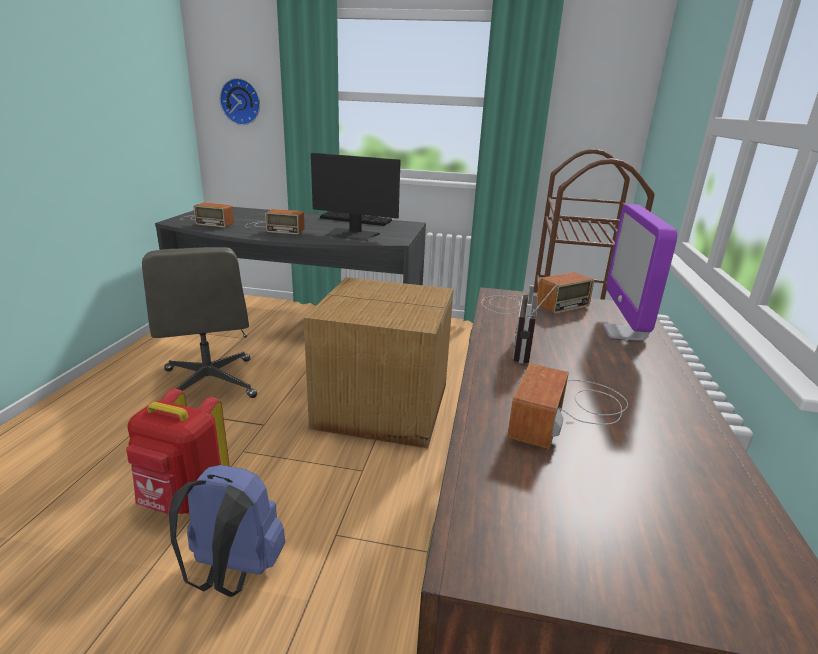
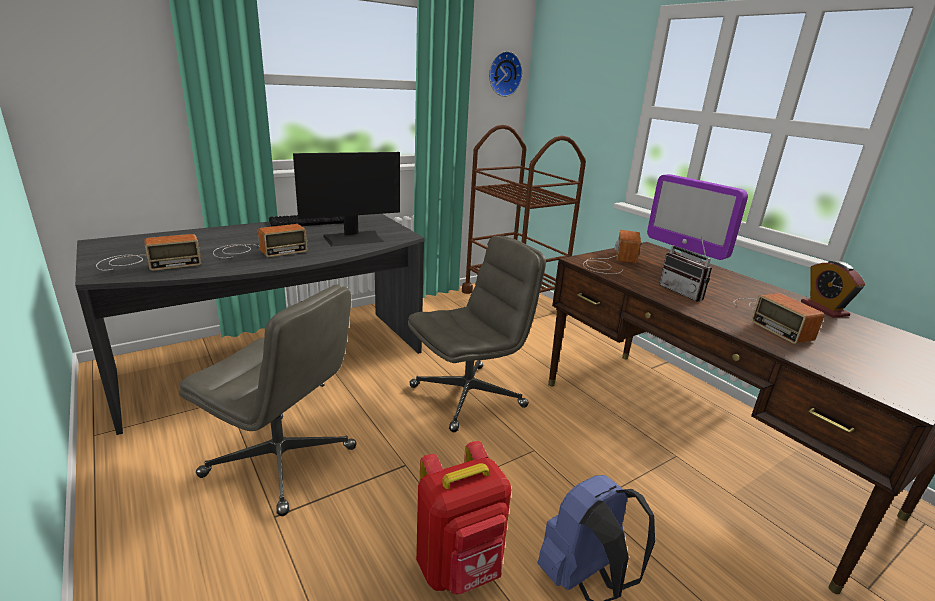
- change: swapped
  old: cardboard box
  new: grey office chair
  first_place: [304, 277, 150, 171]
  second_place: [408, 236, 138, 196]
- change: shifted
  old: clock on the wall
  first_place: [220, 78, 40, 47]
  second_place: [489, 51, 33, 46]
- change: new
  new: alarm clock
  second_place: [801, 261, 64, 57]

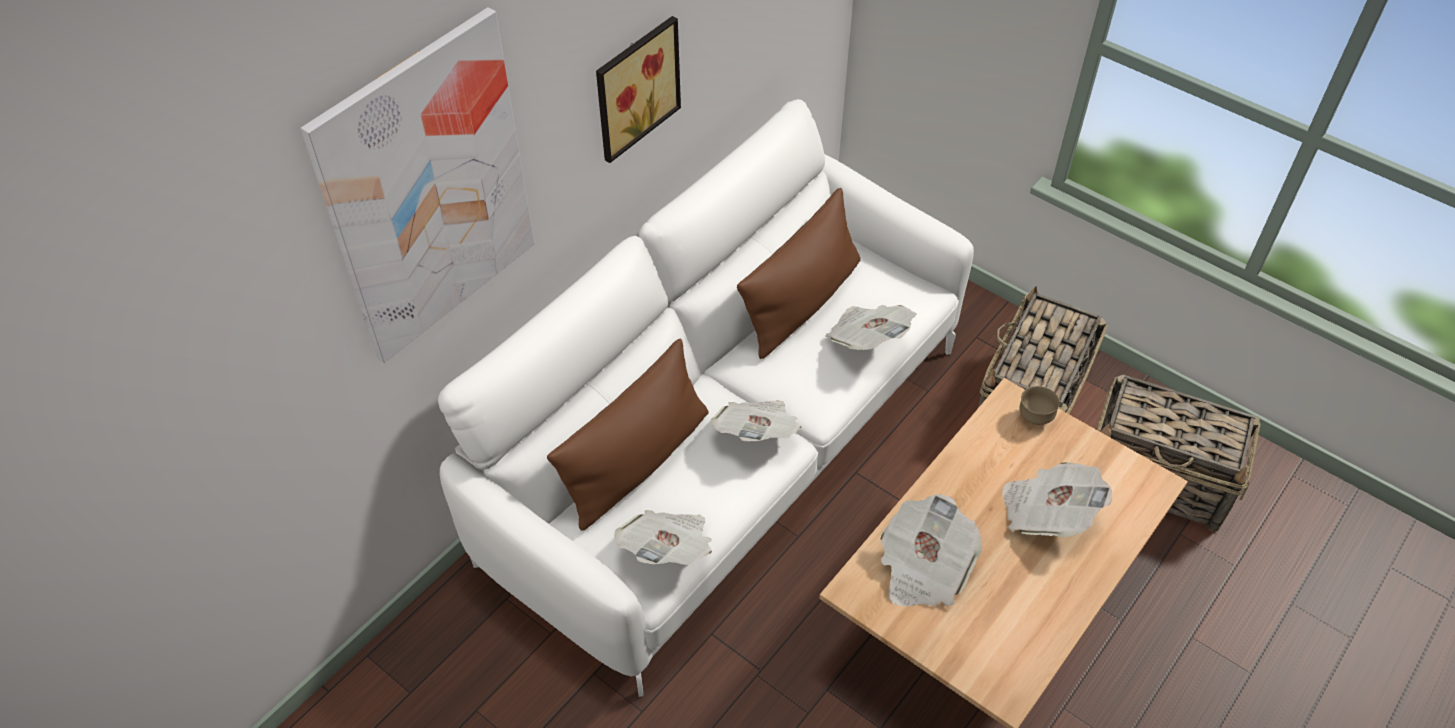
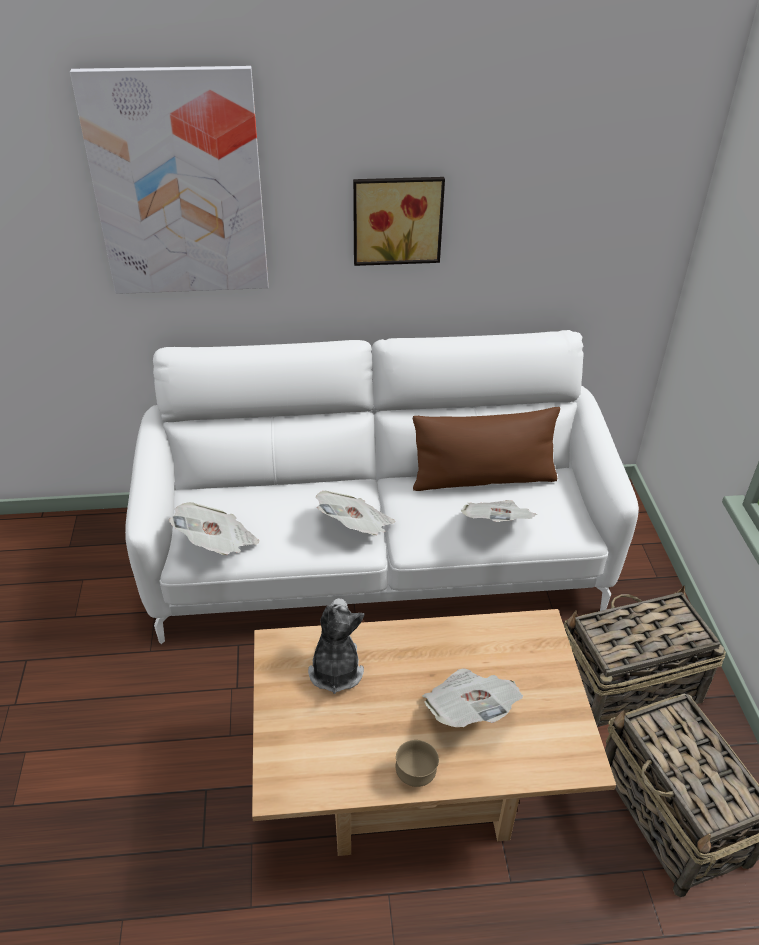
- change: swapped
  old: newspaper
  new: soft toy
  first_place: [881, 494, 101, 112]
  second_place: [308, 598, 57, 96]
- change: shifted
  old: brown-coloured bowl
  first_place: [1019, 386, 41, 39]
  second_place: [395, 740, 44, 47]
- change: gone
  old: brown-coloured pillow
  first_place: [547, 339, 161, 192]

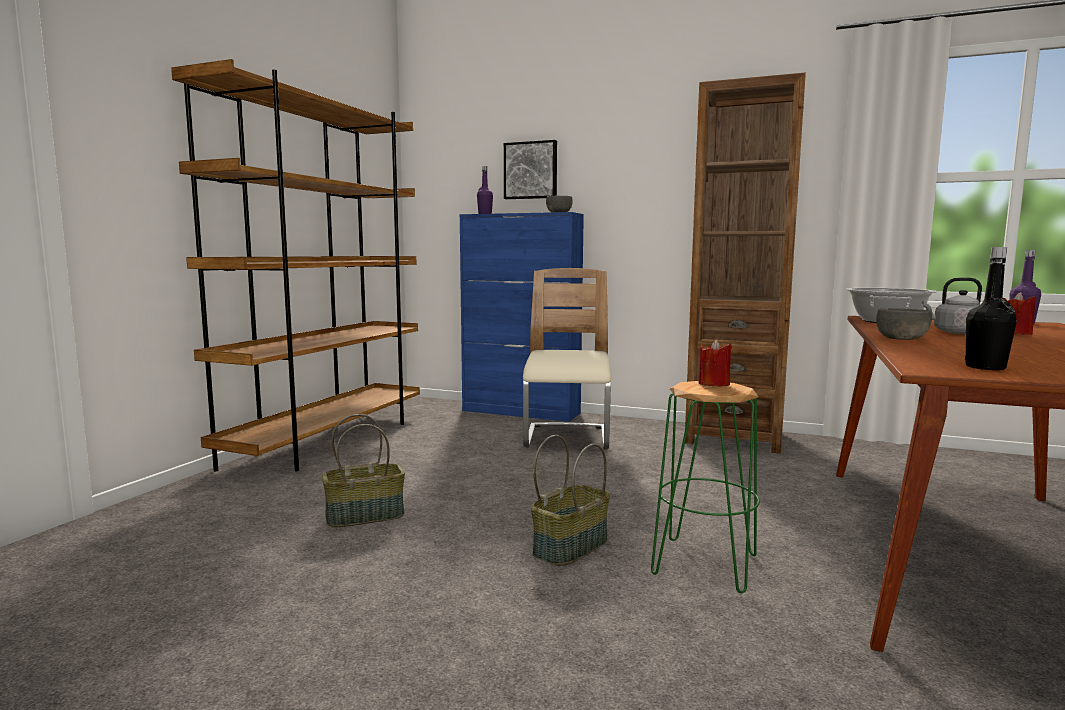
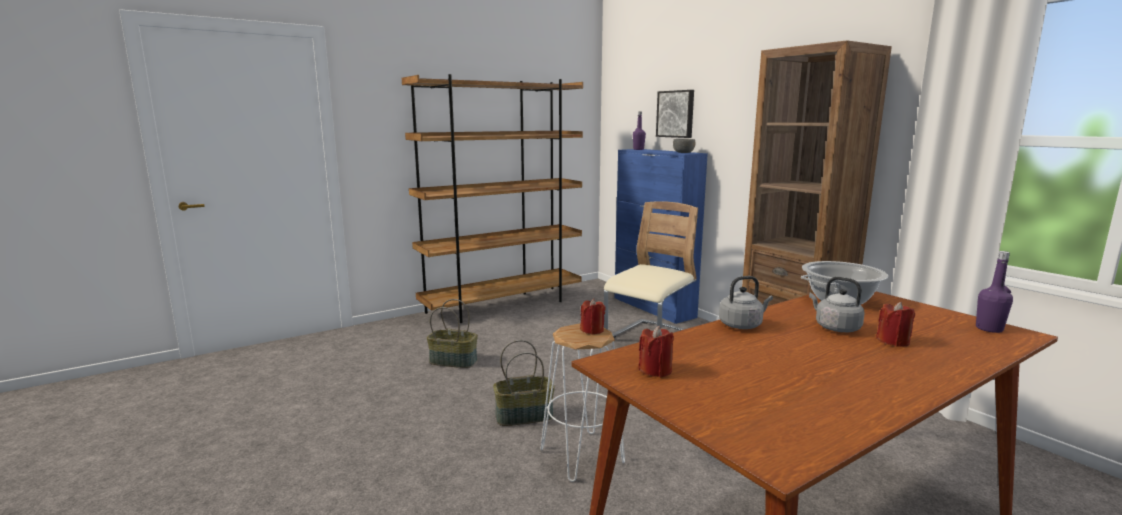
- change: repainted
  old: greenish stool seat
  new: white stool seat
  first_place: [651, 381, 109, 212]
  second_place: [540, 324, 85, 158]
- change: swapped
  old: black beverage bottle
  new: reddish wax candle
  first_place: [965, 247, 52, 123]
  second_place: [638, 326, 36, 51]
- change: swapped
  old: grey bowl
  new: grey water kettle
  first_place: [876, 308, 56, 32]
  second_place: [719, 276, 54, 53]

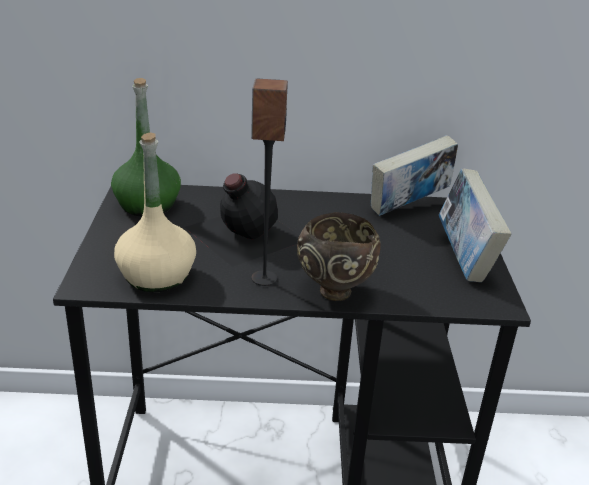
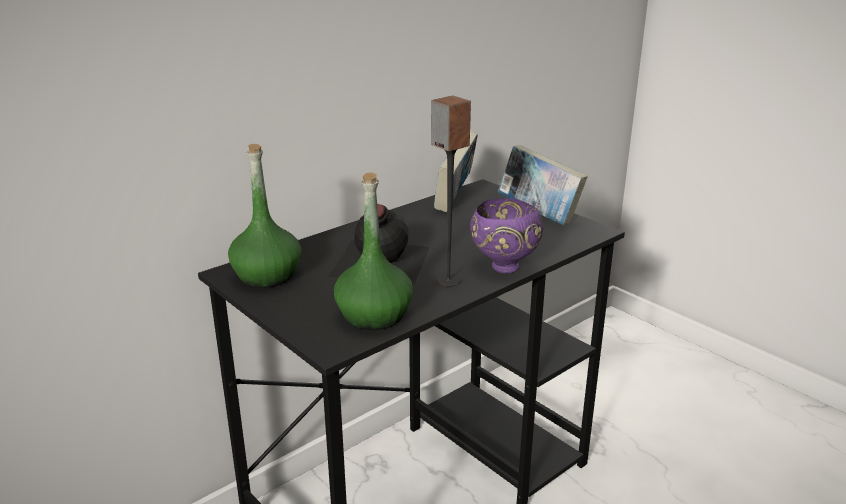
- change: repainted
  old: sand-coloured beverage bottle
  new: greenish beverage bottle
  first_place: [114, 132, 82, 160]
  second_place: [334, 172, 79, 158]
- change: repainted
  old: brown-coloured bowl
  new: purplish bowl
  first_place: [297, 212, 84, 89]
  second_place: [470, 198, 73, 76]

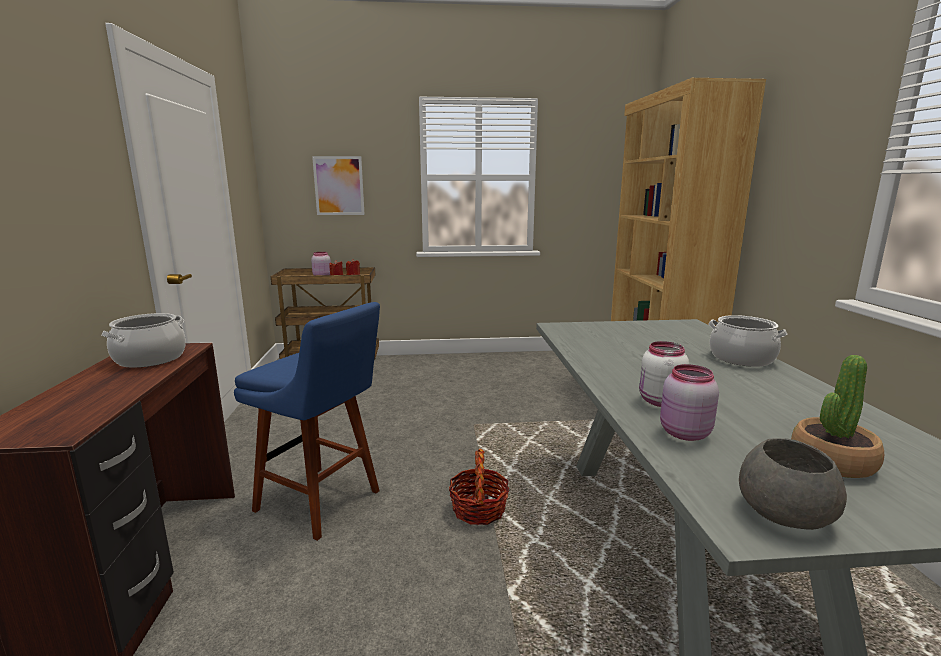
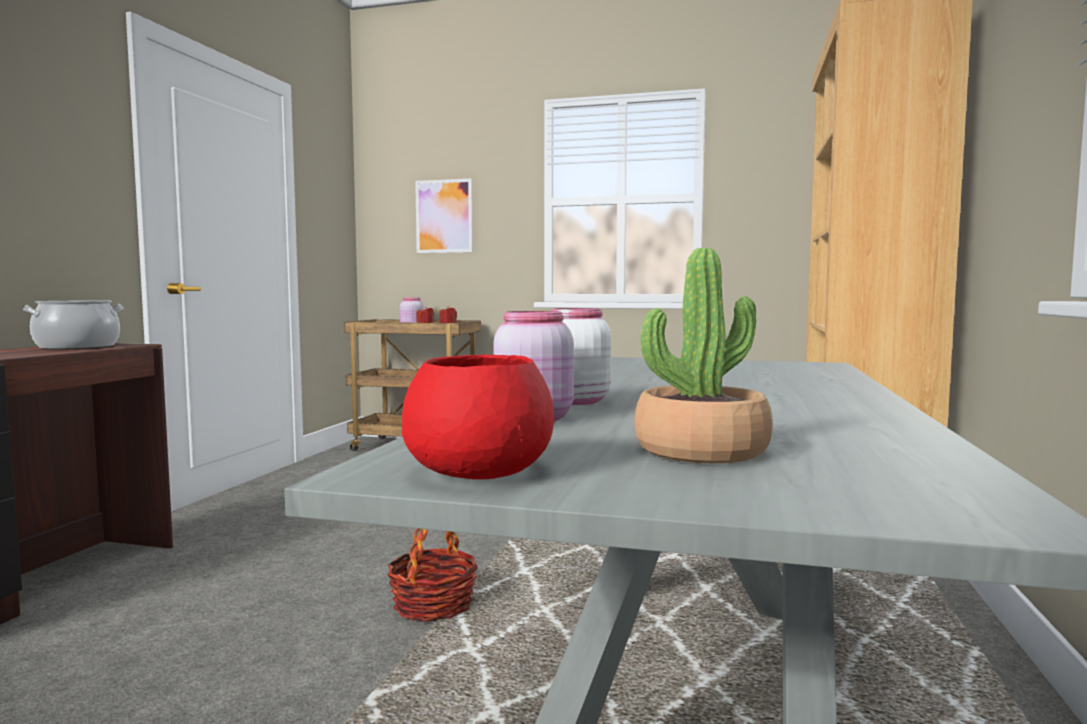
- change: repainted
  old: grey bowl
  new: reddish bowl
  first_place: [739, 438, 108, 92]
  second_place: [402, 354, 152, 126]
- change: gone
  old: blue stool seat
  first_place: [234, 302, 146, 239]
- change: gone
  old: cooking pot
  first_place: [708, 315, 79, 52]

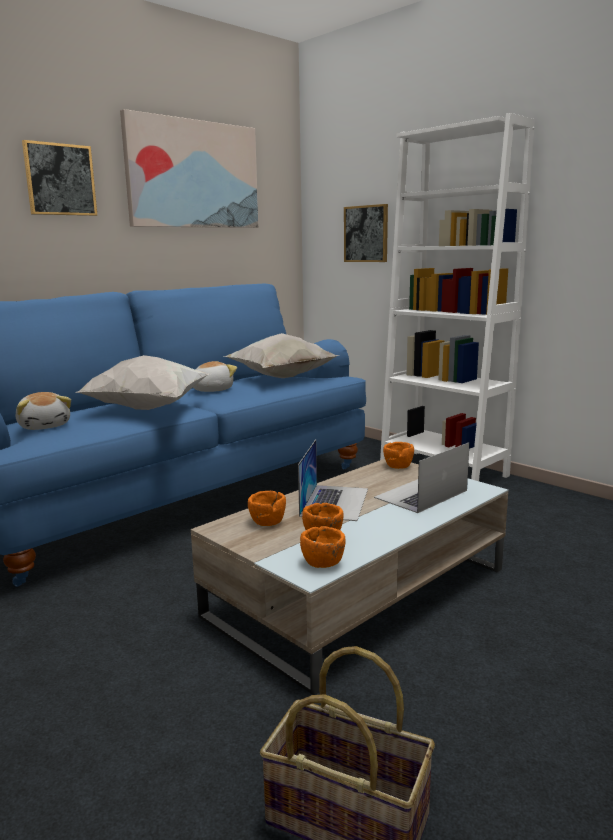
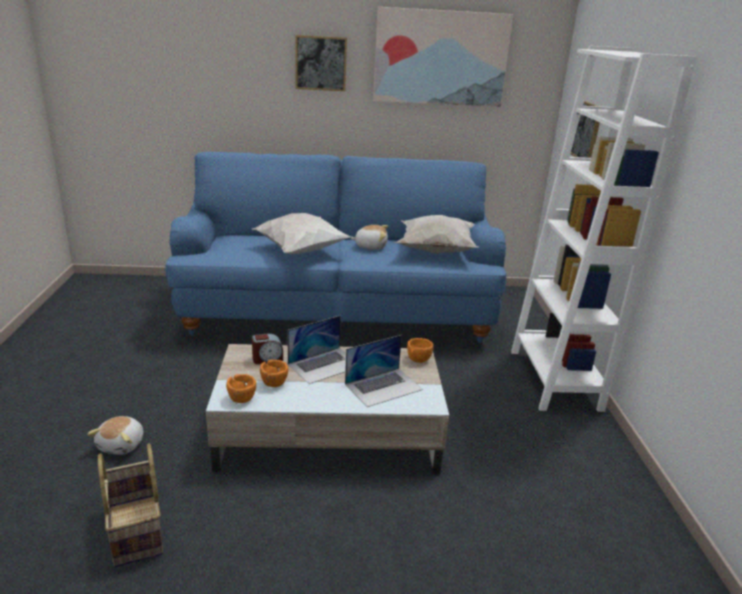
- change: shifted
  old: soft toy
  first_place: [16, 392, 55, 38]
  second_place: [87, 416, 56, 39]
- change: swapped
  old: orange-coloured bowl
  new: alarm clock
  first_place: [248, 491, 38, 35]
  second_place: [252, 333, 31, 31]
- change: rotated
  old: notebook computer
  first_place: [374, 442, 96, 71]
  second_place: [345, 335, 78, 72]
  degrees: 150

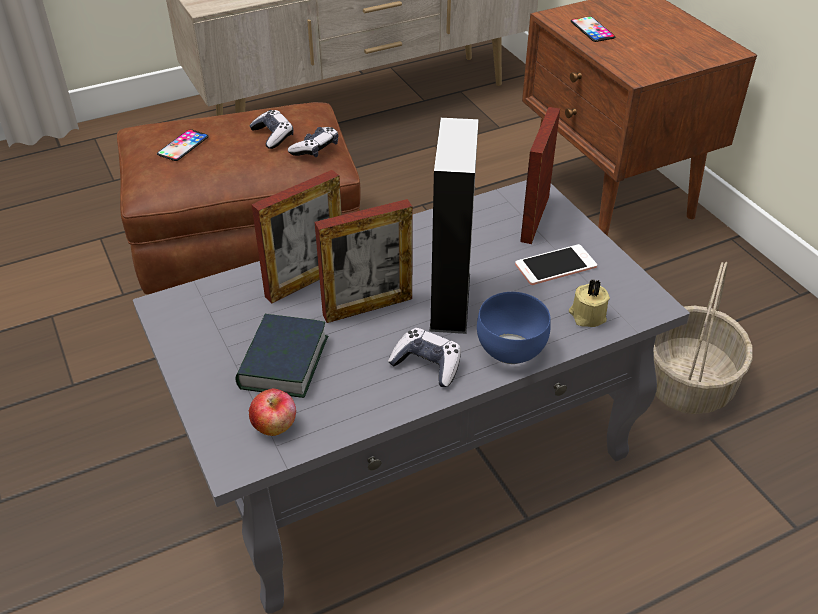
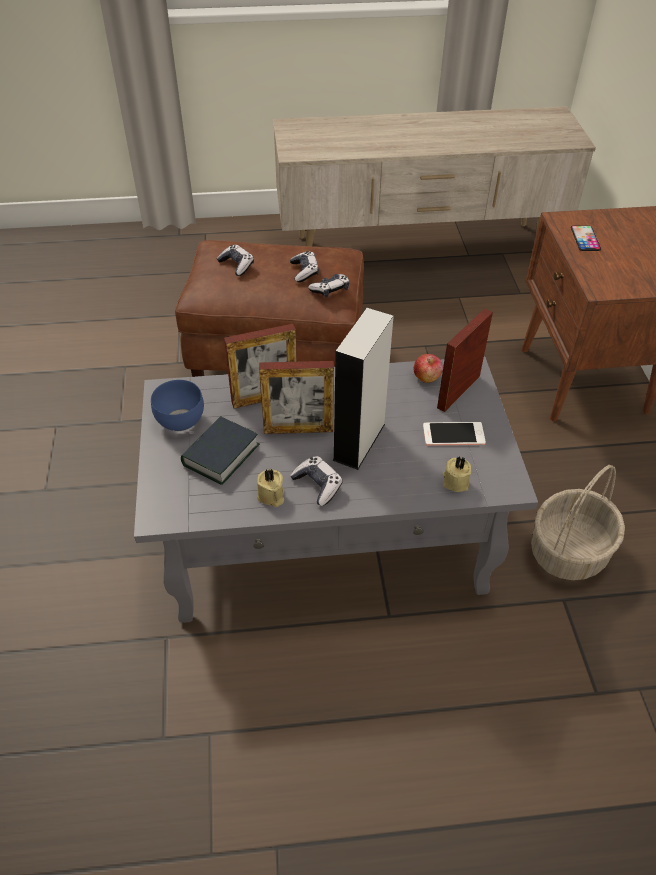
- change: shifted
  old: blue bowl
  first_place: [477, 292, 74, 72]
  second_place: [151, 380, 53, 51]
- change: swapped
  old: handset
  new: joypad
  first_place: [157, 129, 52, 32]
  second_place: [217, 245, 37, 31]
- change: new
  new: sand-coloured wax candle
  second_place: [257, 469, 27, 38]
- change: shifted
  old: apple
  first_place: [249, 388, 47, 48]
  second_place: [414, 354, 29, 29]

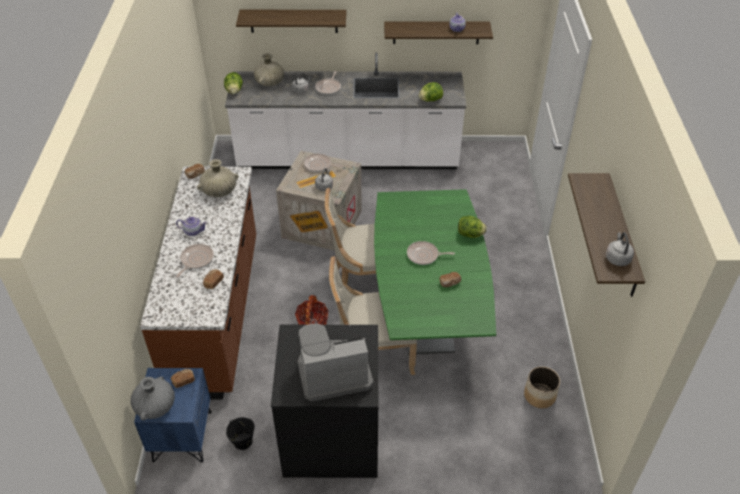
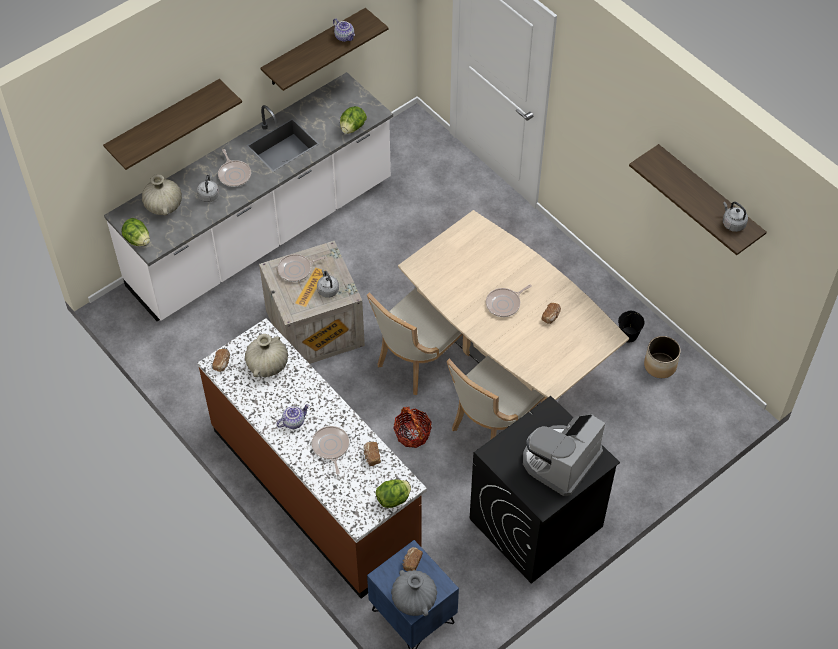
- change: shifted
  old: lettuce head
  first_place: [458, 216, 29, 22]
  second_place: [376, 479, 35, 29]
- change: repainted
  old: greenish dining table
  new: sand-coloured dining table
  first_place: [374, 189, 122, 165]
  second_place: [398, 210, 231, 190]
- change: shifted
  old: black bucket
  first_place: [226, 417, 29, 33]
  second_place: [618, 311, 27, 32]

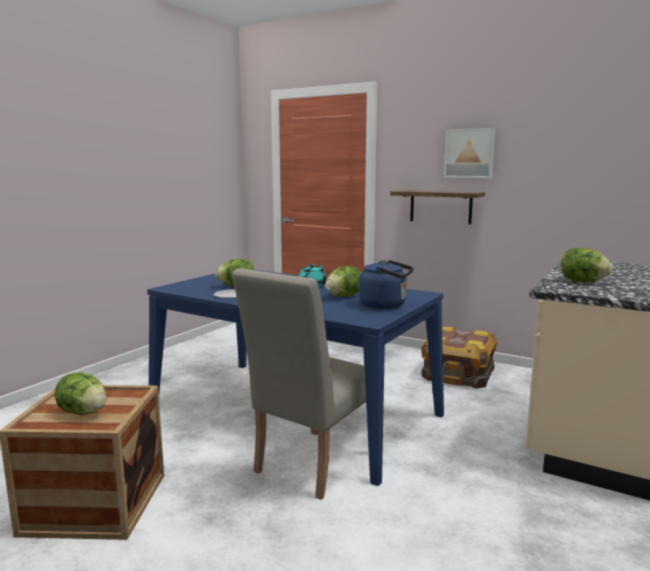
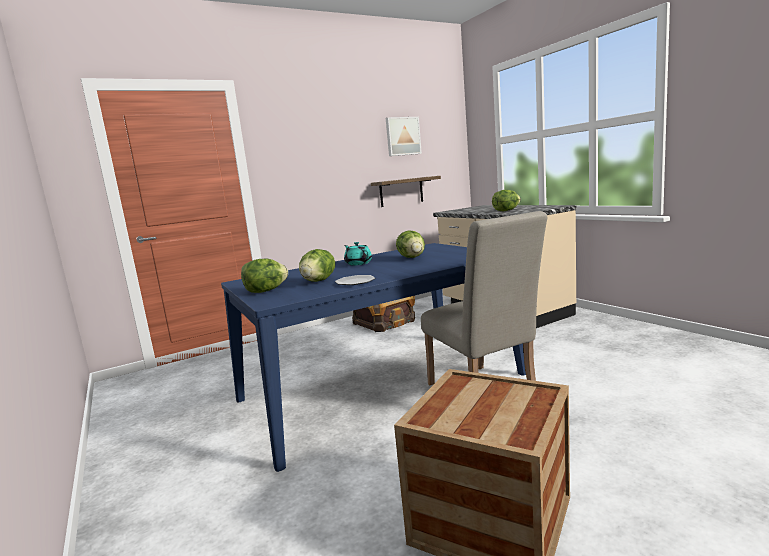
- change: shifted
  old: lettuce head
  first_place: [54, 373, 53, 42]
  second_place: [241, 259, 47, 34]
- change: shifted
  old: bracket shelf
  first_place: [390, 190, 95, 34]
  second_place: [371, 176, 70, 31]
- change: shifted
  old: wall art
  first_place: [444, 128, 51, 50]
  second_place: [386, 117, 36, 39]
- change: gone
  old: blue water kettle
  first_place: [359, 260, 55, 49]

